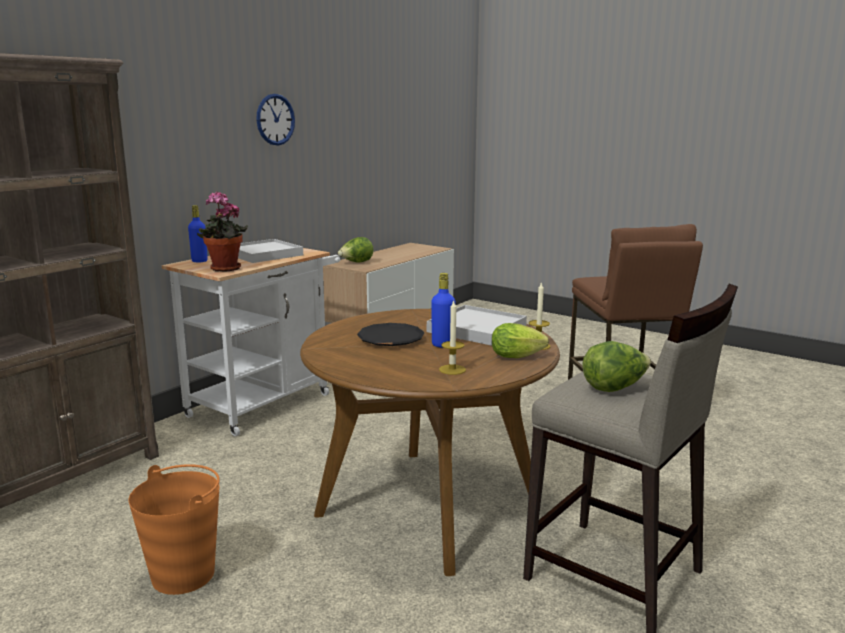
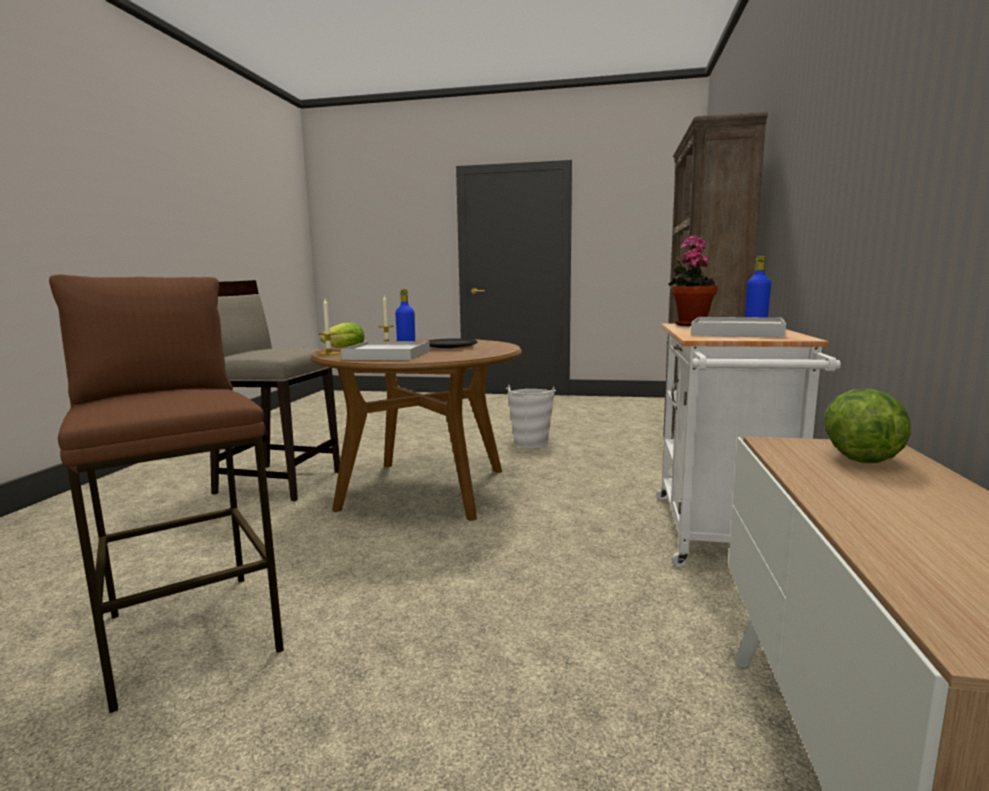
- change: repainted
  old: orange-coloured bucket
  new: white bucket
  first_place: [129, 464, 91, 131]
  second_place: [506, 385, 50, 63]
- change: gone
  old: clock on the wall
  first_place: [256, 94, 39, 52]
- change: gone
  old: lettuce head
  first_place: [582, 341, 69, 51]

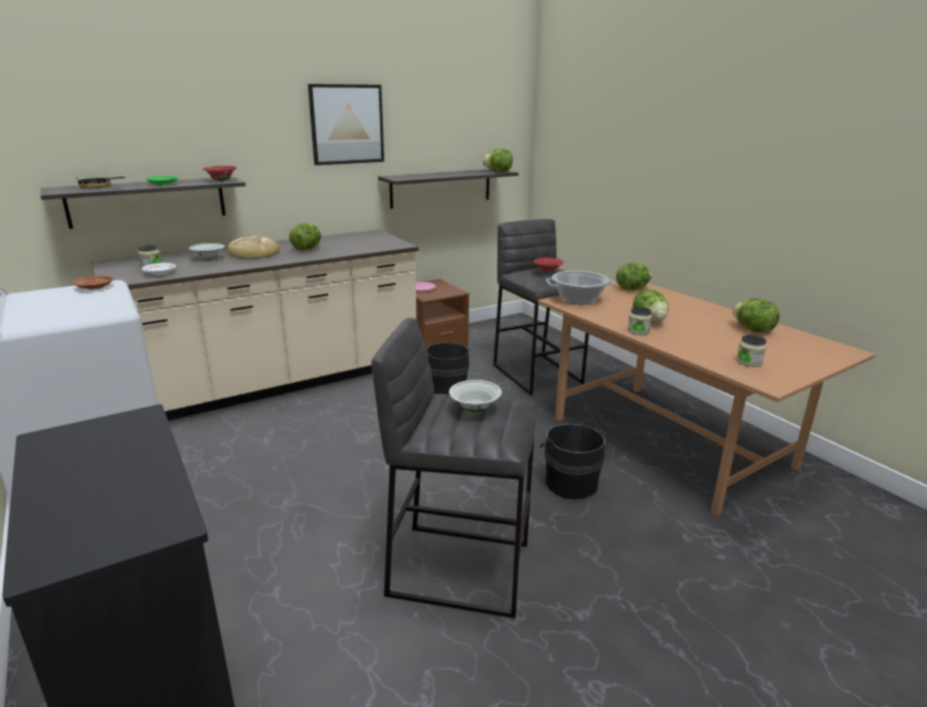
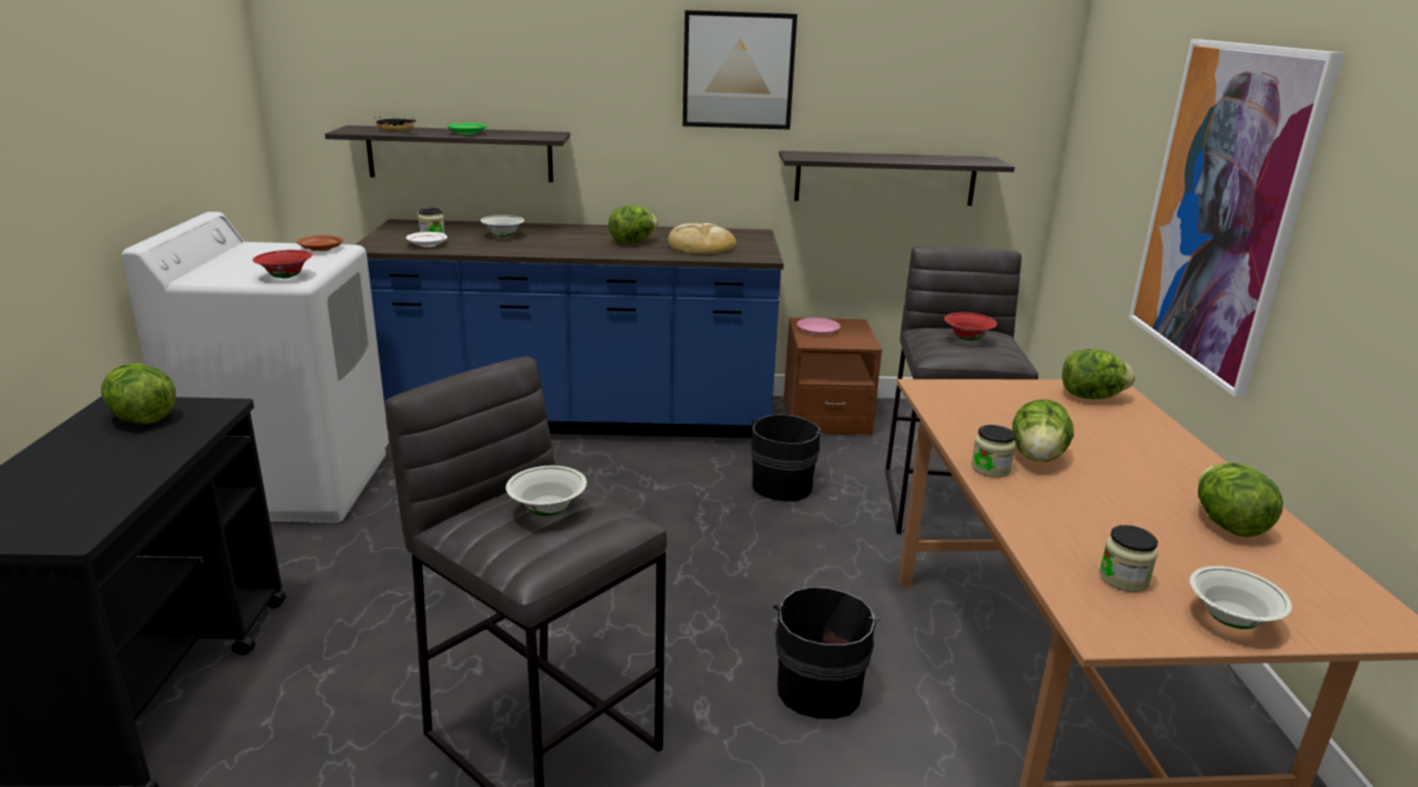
- change: shifted
  old: lettuce head
  first_place: [482, 149, 31, 23]
  second_place: [101, 363, 75, 61]
- change: shifted
  old: reddish bowl
  first_place: [203, 166, 34, 15]
  second_place: [253, 250, 59, 29]
- change: repainted
  old: sand-coloured kitchen base unit
  new: blue kitchen base unit
  first_place: [91, 229, 328, 192]
  second_place: [355, 219, 429, 219]
- change: shifted
  old: bakery bread
  first_place: [227, 236, 53, 23]
  second_place: [668, 223, 68, 31]
- change: new
  new: wall art
  second_place: [1128, 39, 216, 358]
- change: new
  new: white bowl
  second_place: [1190, 566, 102, 63]
- change: gone
  old: cooking pot
  first_place: [546, 271, 69, 34]

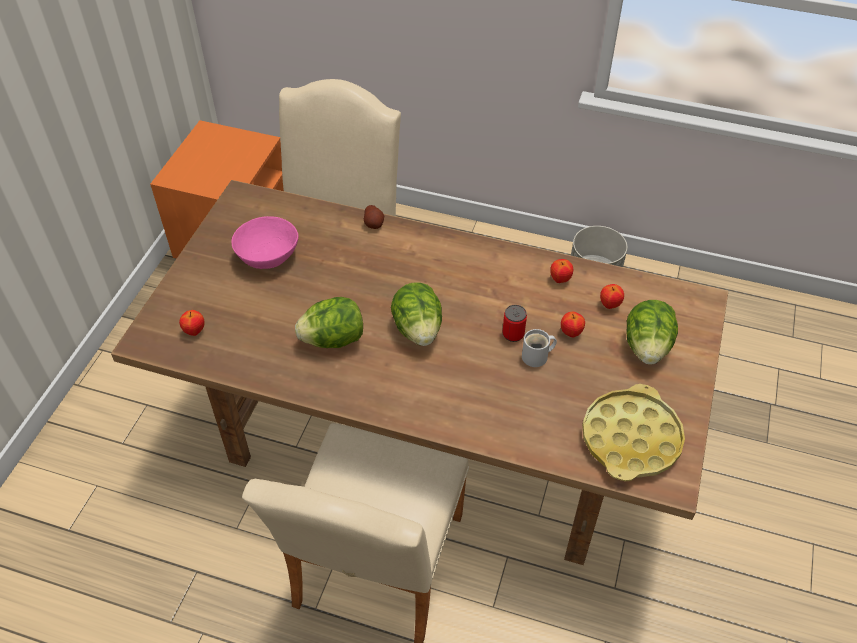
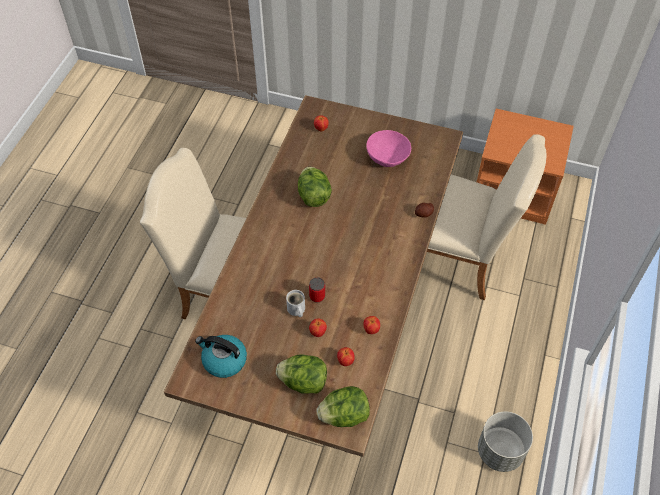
- change: swapped
  old: yellow serving tray
  new: water kettle
  first_place: [582, 384, 103, 98]
  second_place: [195, 335, 52, 43]
- change: shifted
  old: lettuce head
  first_place: [391, 282, 51, 64]
  second_place: [317, 386, 53, 41]

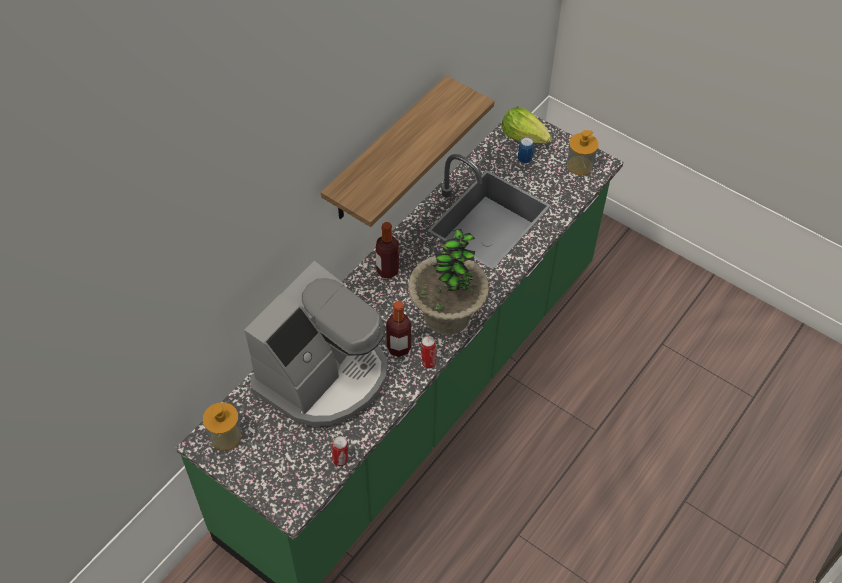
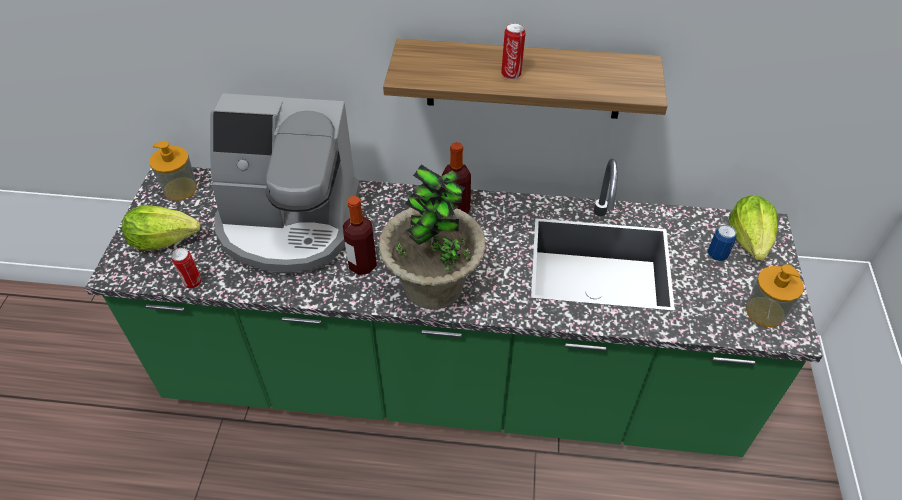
- change: new
  new: lettuce head
  second_place: [122, 205, 78, 46]
- change: shifted
  old: can
  first_place: [421, 336, 15, 32]
  second_place: [501, 23, 25, 56]

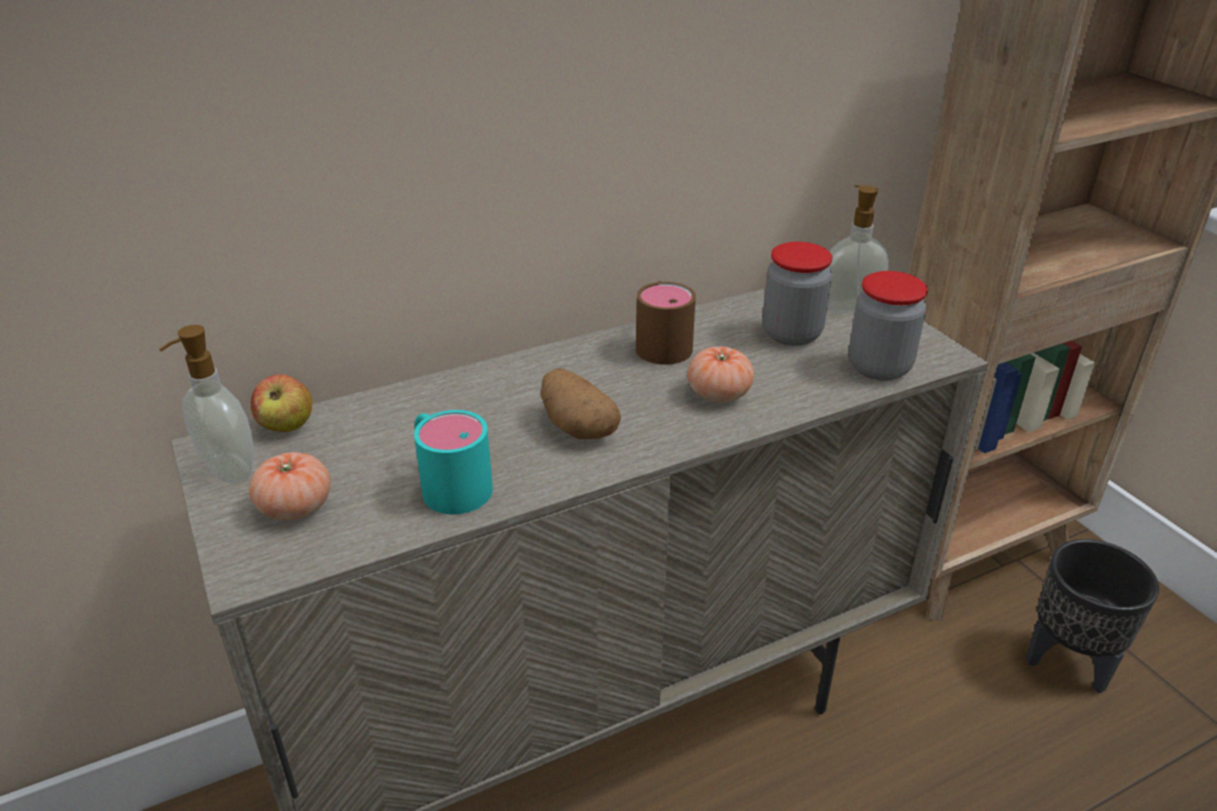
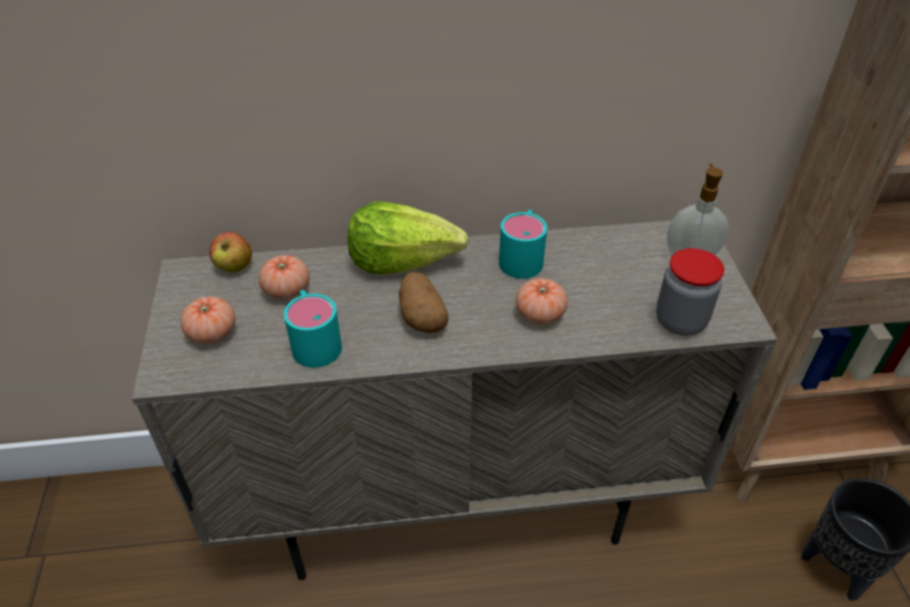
- change: new
  new: tomato
  second_place: [259, 255, 51, 45]
- change: new
  new: lettuce head
  second_place: [347, 201, 122, 73]
- change: repainted
  old: brown-coloured mug
  new: blue-green mug
  first_place: [636, 281, 60, 84]
  second_place: [499, 210, 48, 69]
- change: gone
  old: soap dispenser
  first_place: [159, 325, 95, 158]
- change: gone
  old: jar
  first_place: [762, 242, 70, 104]

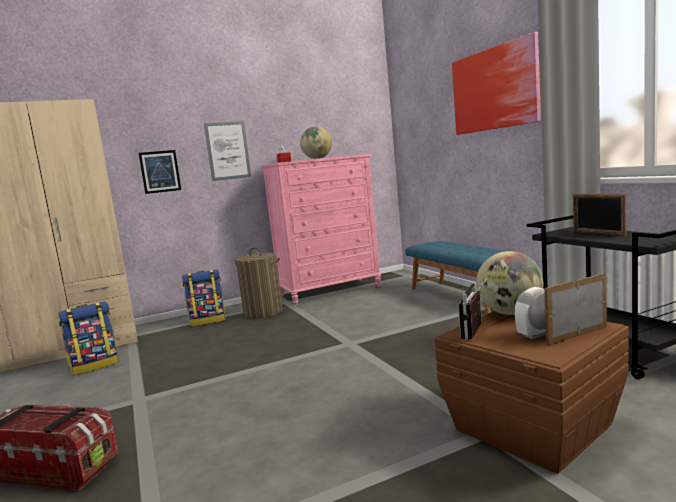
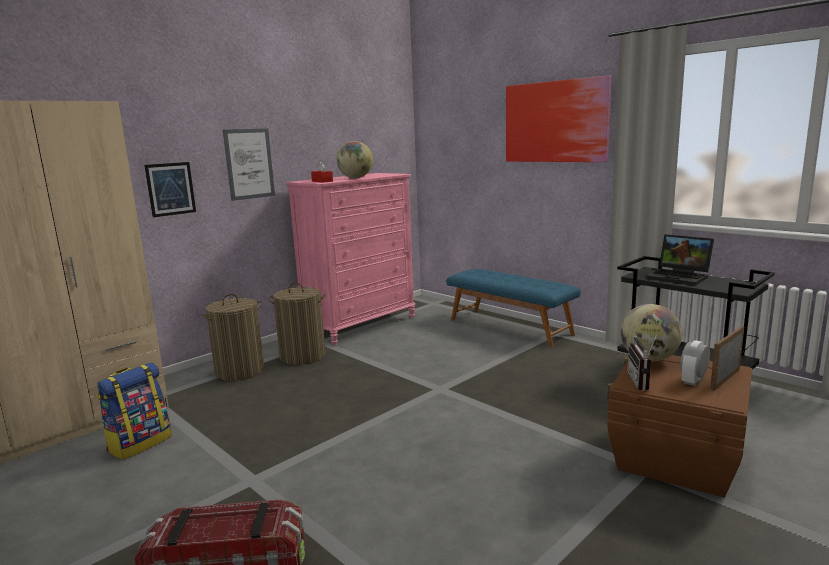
- change: swapped
  old: backpack
  new: laundry basket
  first_place: [182, 270, 43, 56]
  second_place: [200, 294, 64, 87]
- change: swapped
  old: photo frame
  new: notebook computer
  first_place: [573, 194, 53, 42]
  second_place: [646, 234, 68, 52]

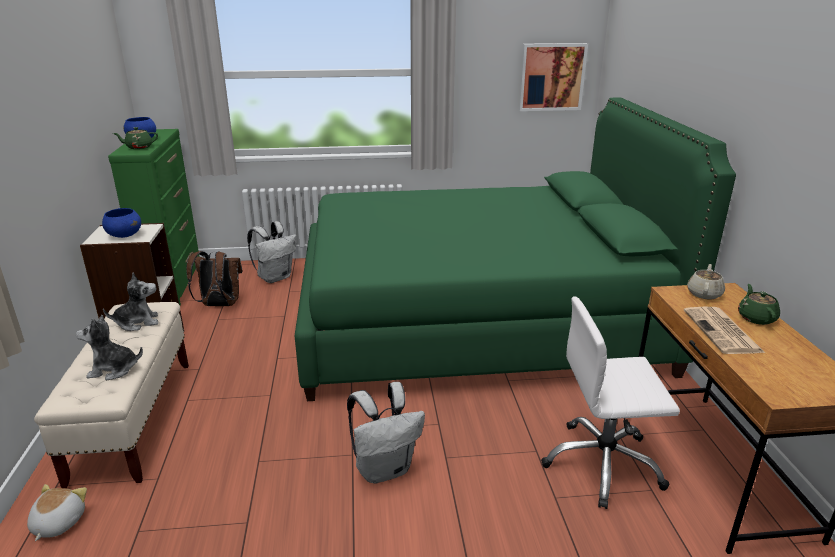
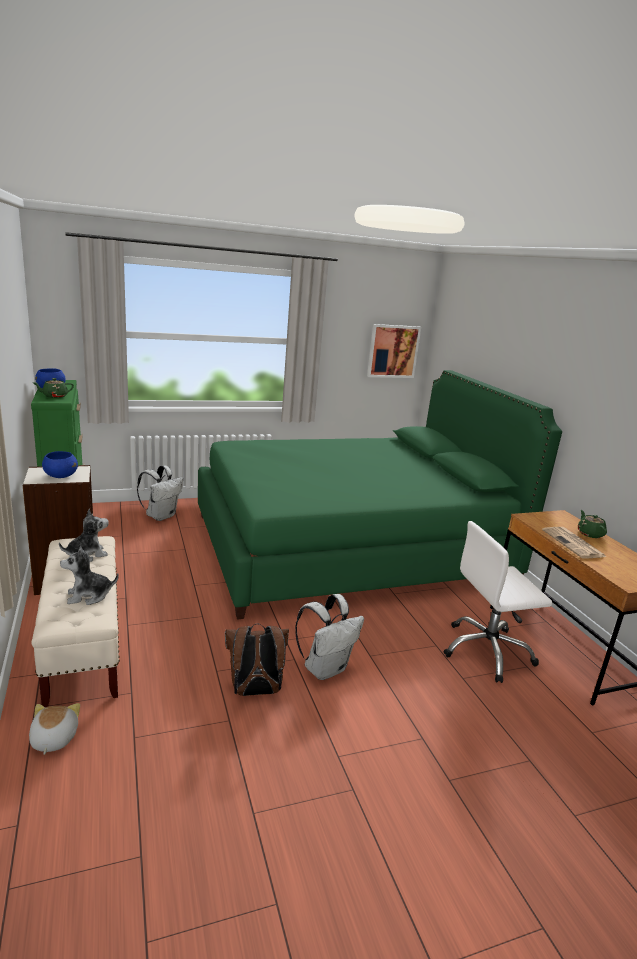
- change: shifted
  old: brown-coloured backpack
  first_place: [186, 251, 57, 55]
  second_place: [225, 624, 64, 72]
- change: gone
  old: sand-coloured teapot
  first_place: [687, 264, 38, 36]

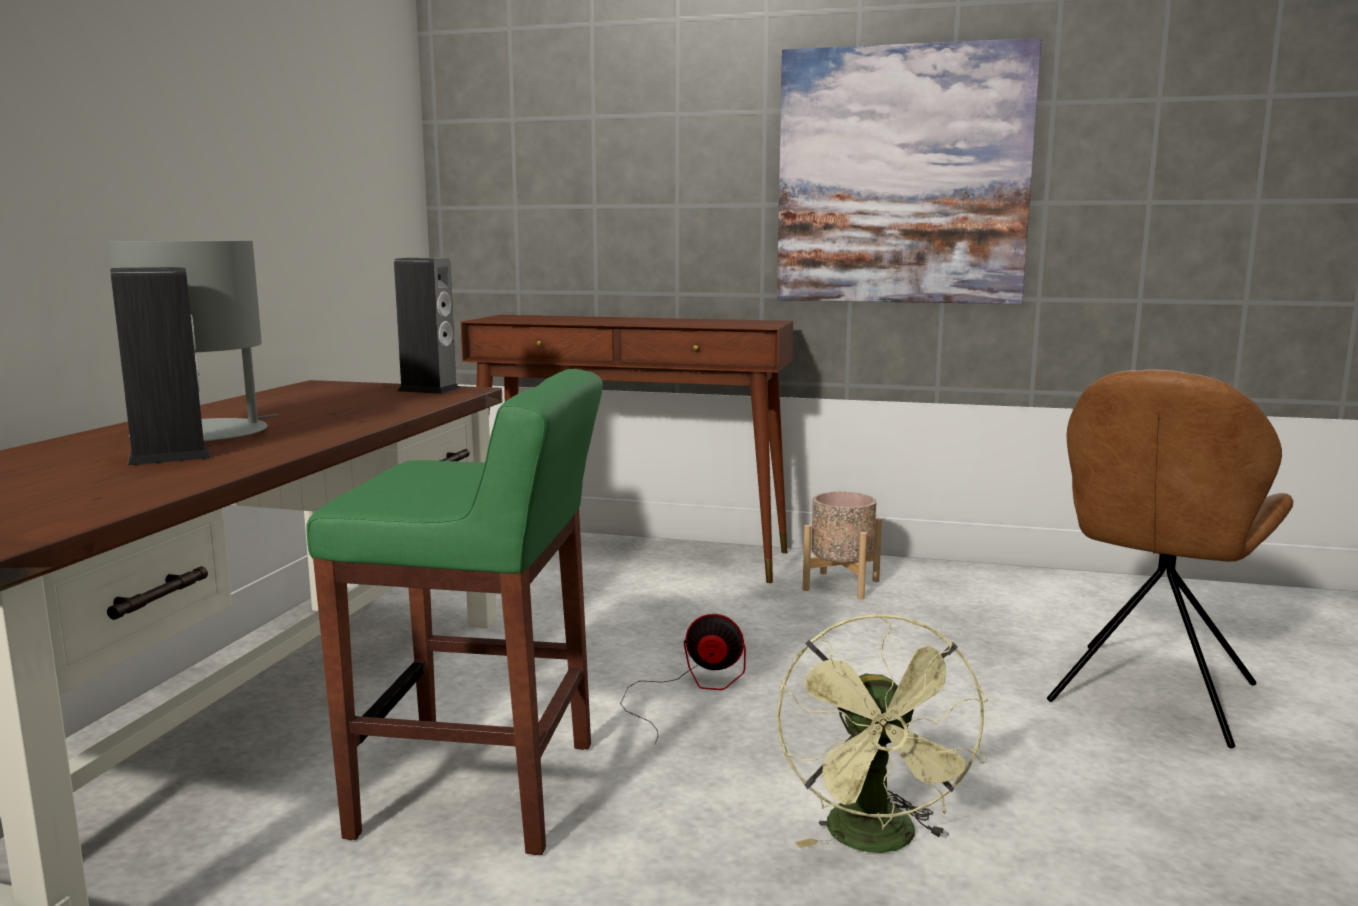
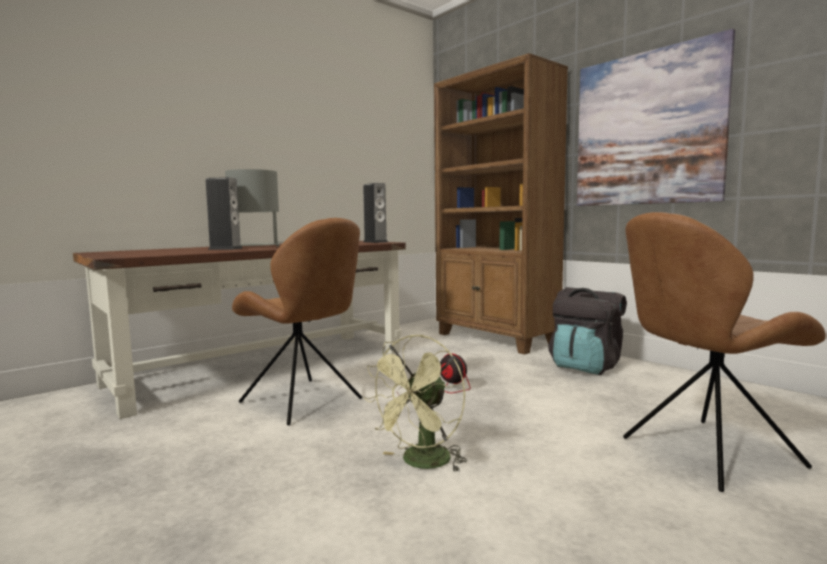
- change: swapped
  old: greenish stool seat
  new: brown-coloured chair
  first_place: [307, 369, 296, 486]
  second_place: [232, 218, 130, 207]
- change: swapped
  old: brown-coloured narrow table
  new: brown-coloured bookshelf
  first_place: [461, 315, 332, 268]
  second_place: [434, 53, 134, 301]
- change: swapped
  old: sand-coloured plant pot
  new: black backpack
  first_place: [803, 492, 79, 108]
  second_place: [548, 287, 78, 88]

